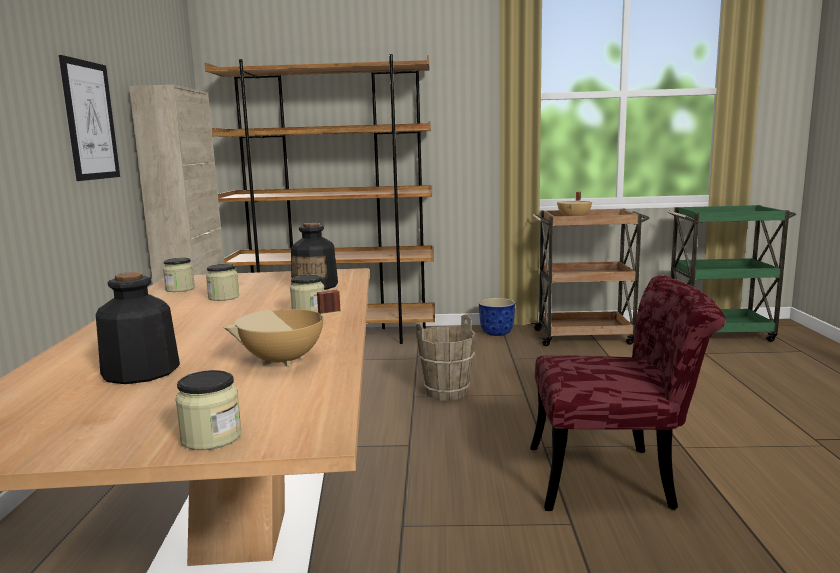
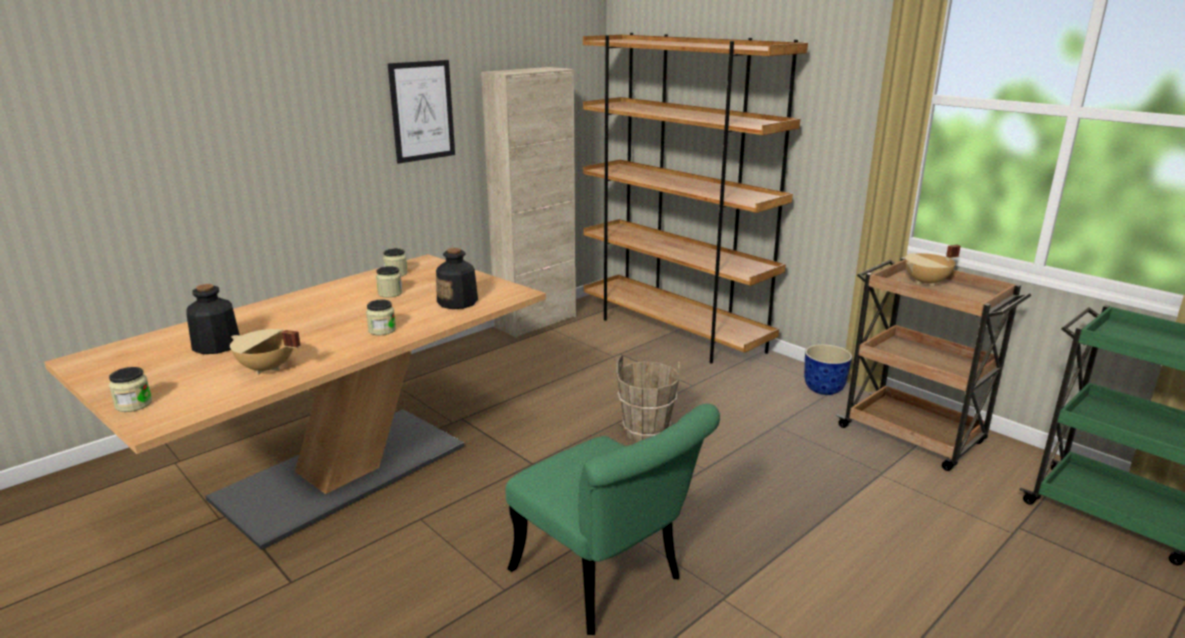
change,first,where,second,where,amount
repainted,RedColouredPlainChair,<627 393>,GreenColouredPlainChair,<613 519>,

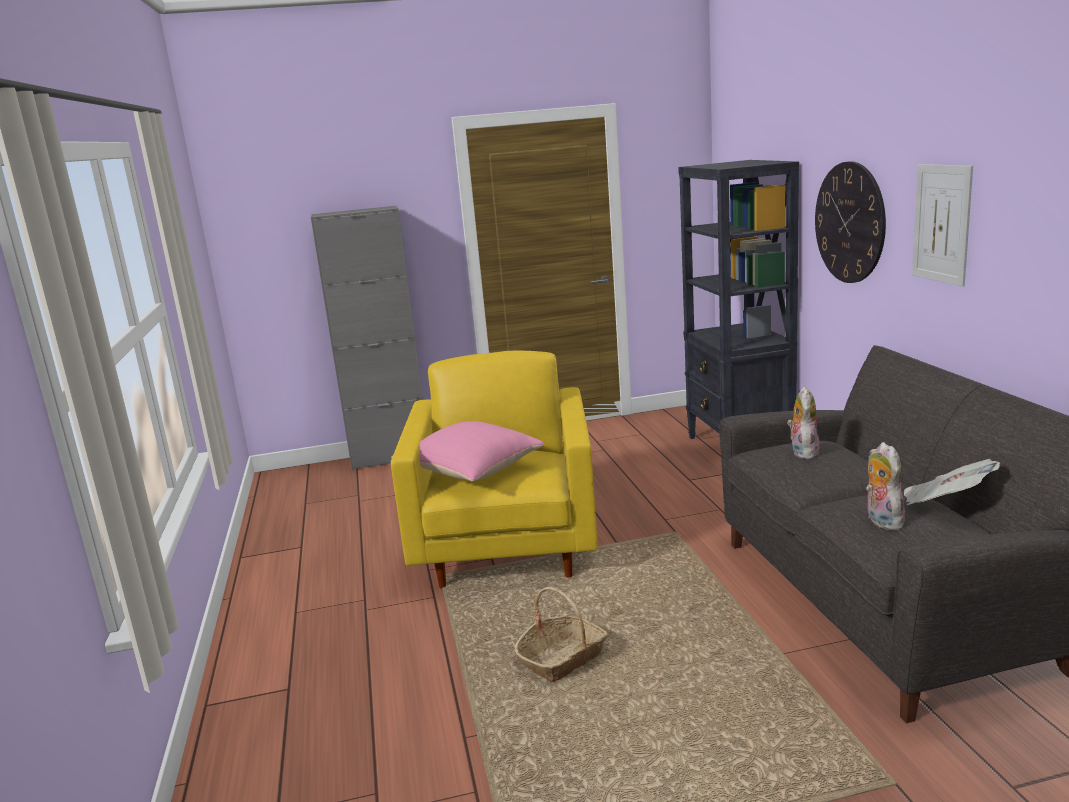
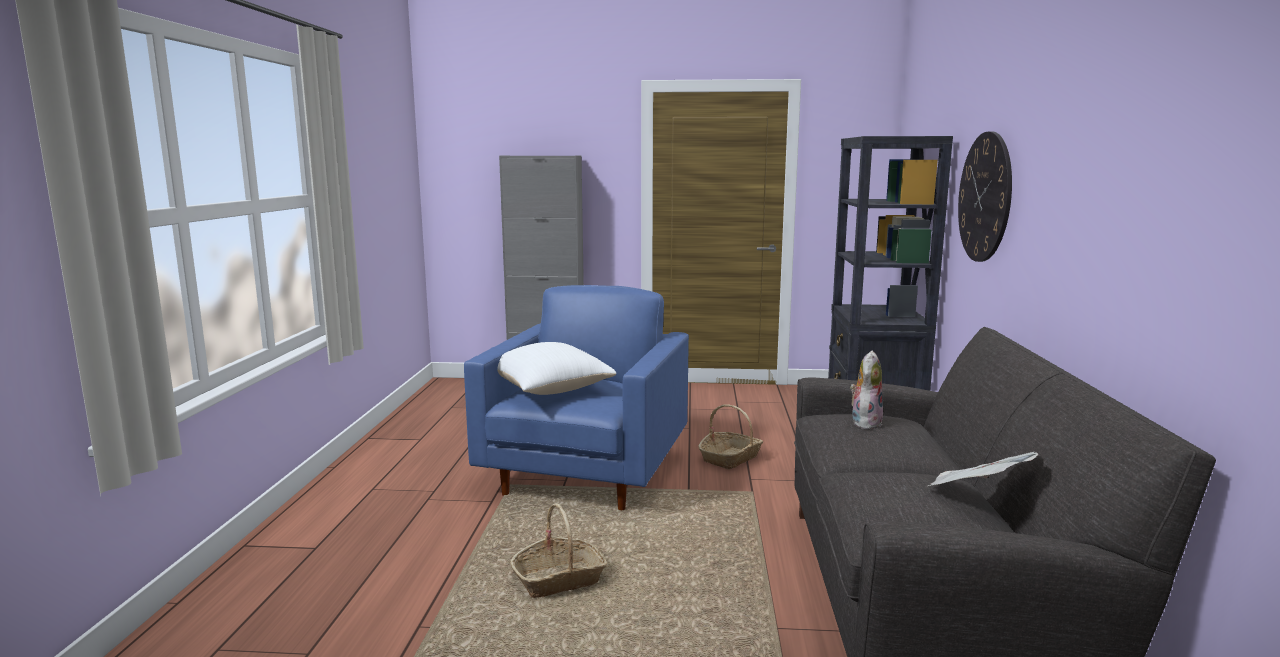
change,first,where,second,where,amount
gone,WallPicture,<942 225>,,,
repainted,YellowishEasyChair,<494 469>,BlueEasyChair,<576 397>,
repainted,PinkishPillow,<467 451>,WhitePillow,<556 368>,
gone,PlushToy,<886 486>,,,
new,,,StorageBasket,<730 436>,

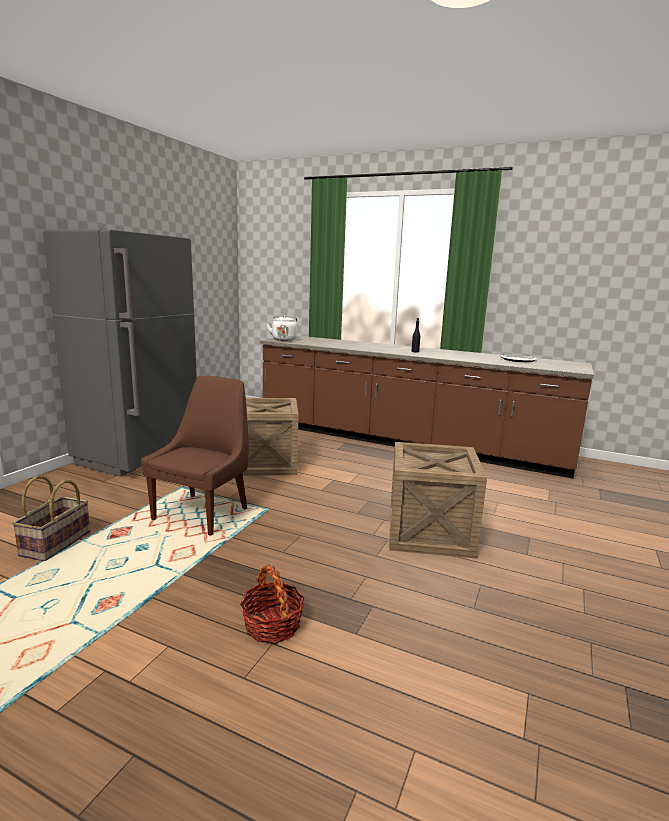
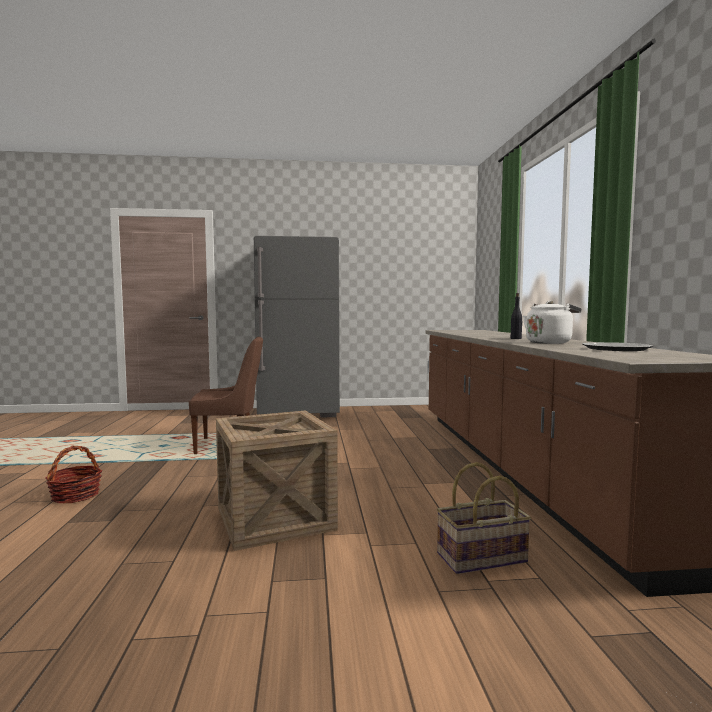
change,first,where,second,where,amount
shifted,WhiteTeaKettle,<282 328>,,<552 322>,
gone,PackingCrate,<270 437>,,,
shifted,StorageBasket,<51 518>,,<484 518>,

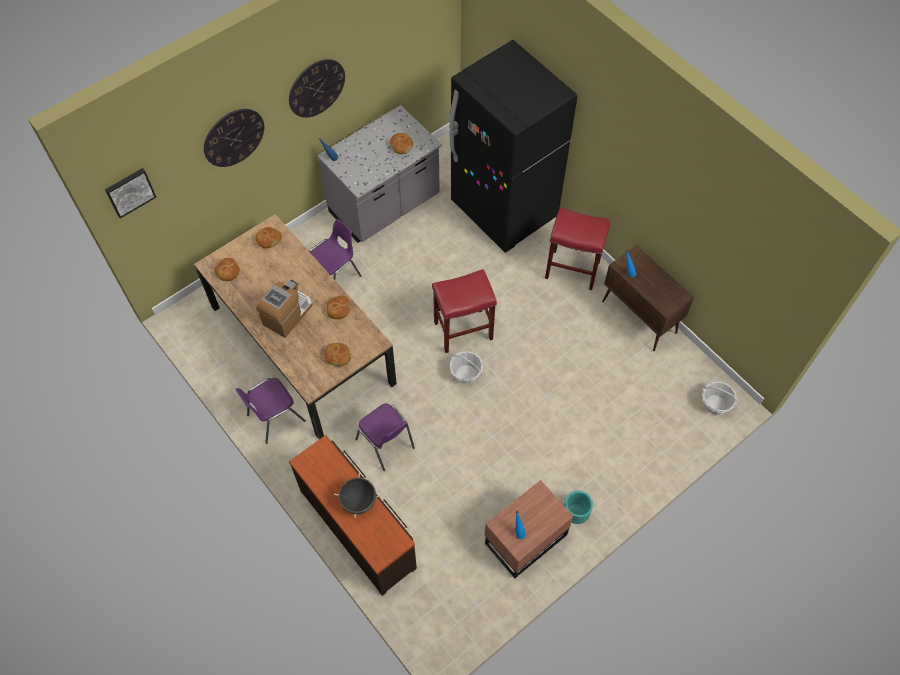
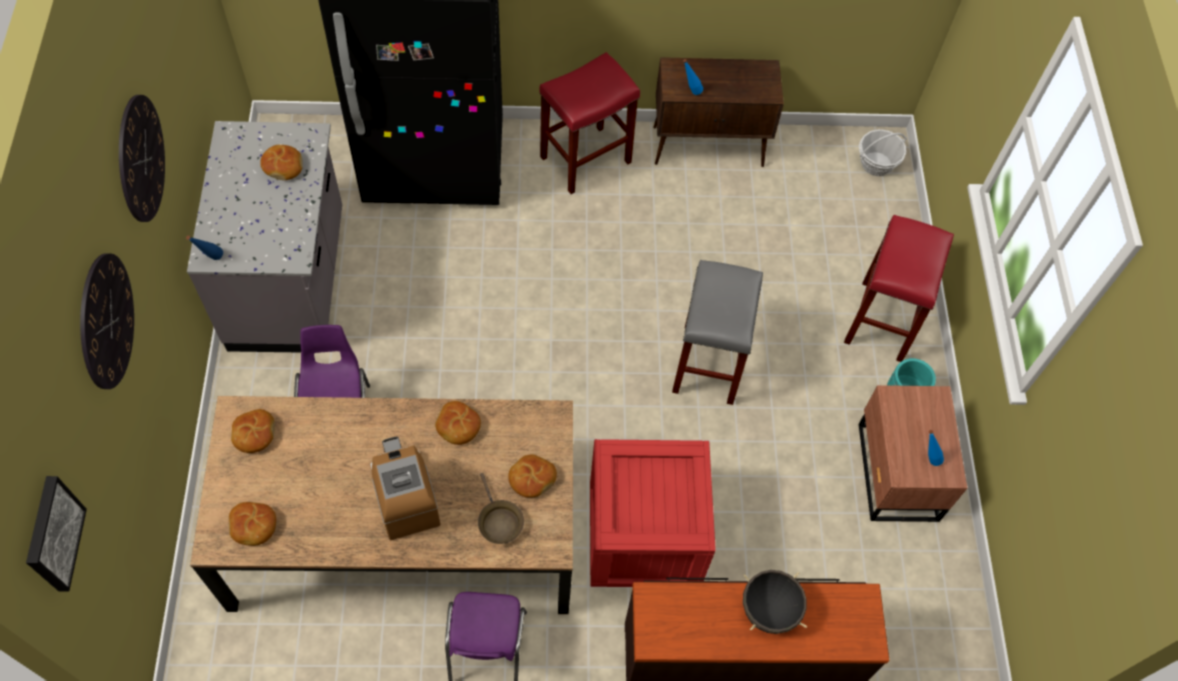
change,first,where,second,where,amount
shifted,RedColouredStool,<464 311>,,<899 288>,
gone,StorageBasket,<466 367>,,,
swapped,PurplePlainChair,<385 437>,PackingCrate,<653 513>,
new,,,GrayStool,<717 332>,
new,,,BrownSkillet,<501 508>,

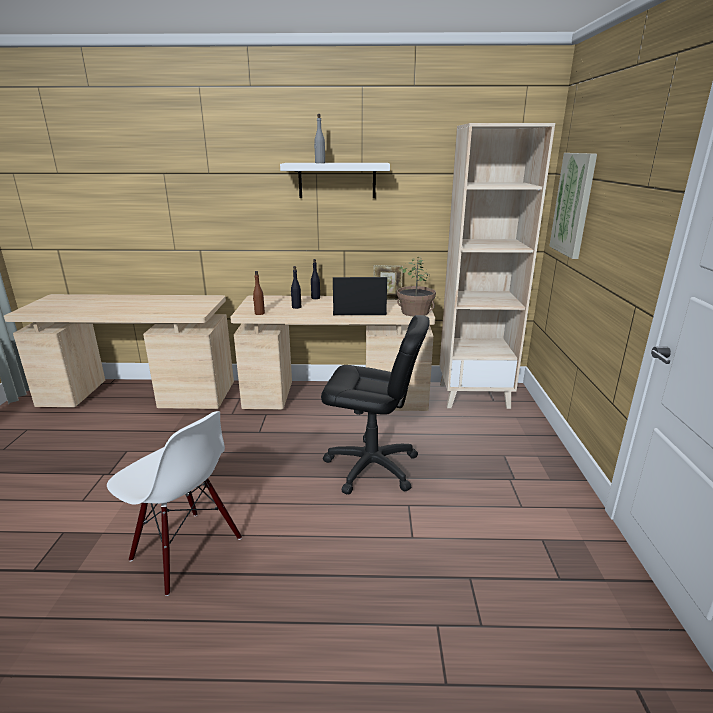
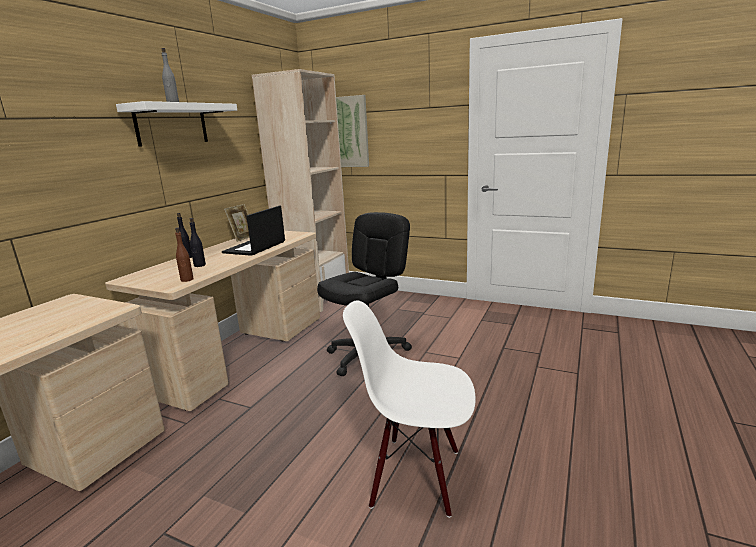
change,first,where,second,where,amount
gone,Houseplant,<416 286>,,,
rotated,WhitePlainChair,<174 503>,,<409 409>,135 degrees counterclockwise

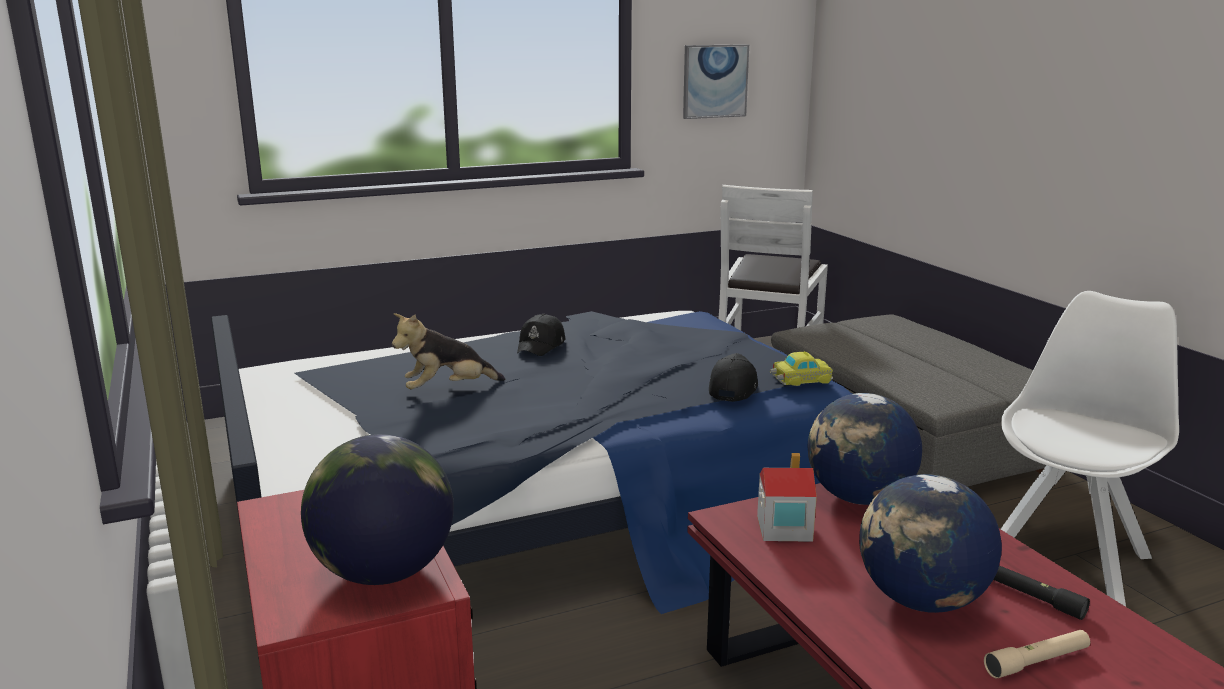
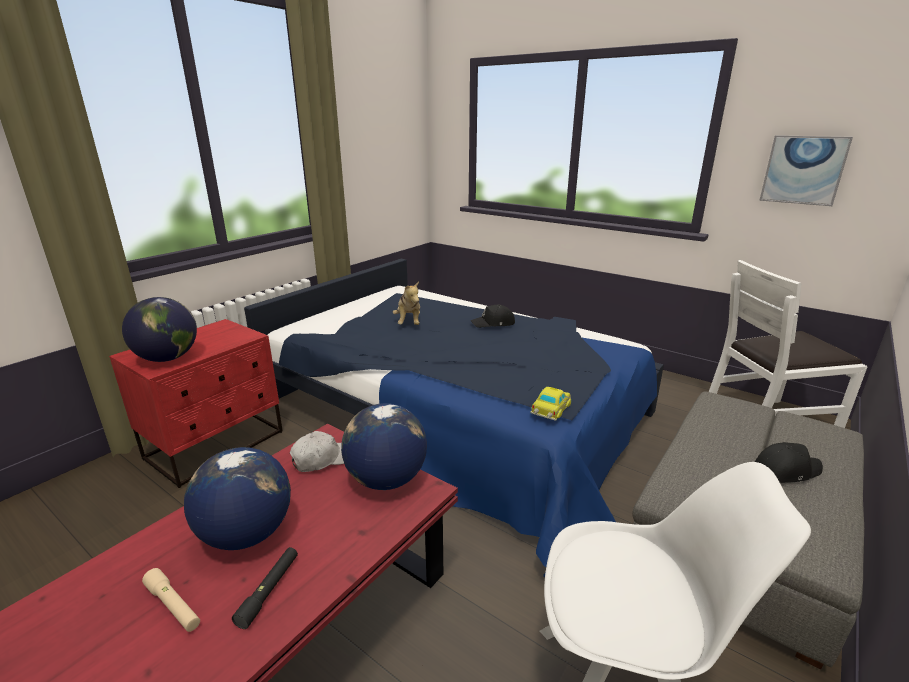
change,first,where,second,where,amount
rotated,PlushToy,<448 351>,,<406 303>,135 degrees counterclockwise
rotated,ModelCar,<801 368>,,<550 404>,105 degrees counterclockwise
shifted,BlackColouredBaseballCap,<733 377>,,<789 462>,
swapped,ToyHouse,<787 497>,WhiteBaseballCap,<317 451>,

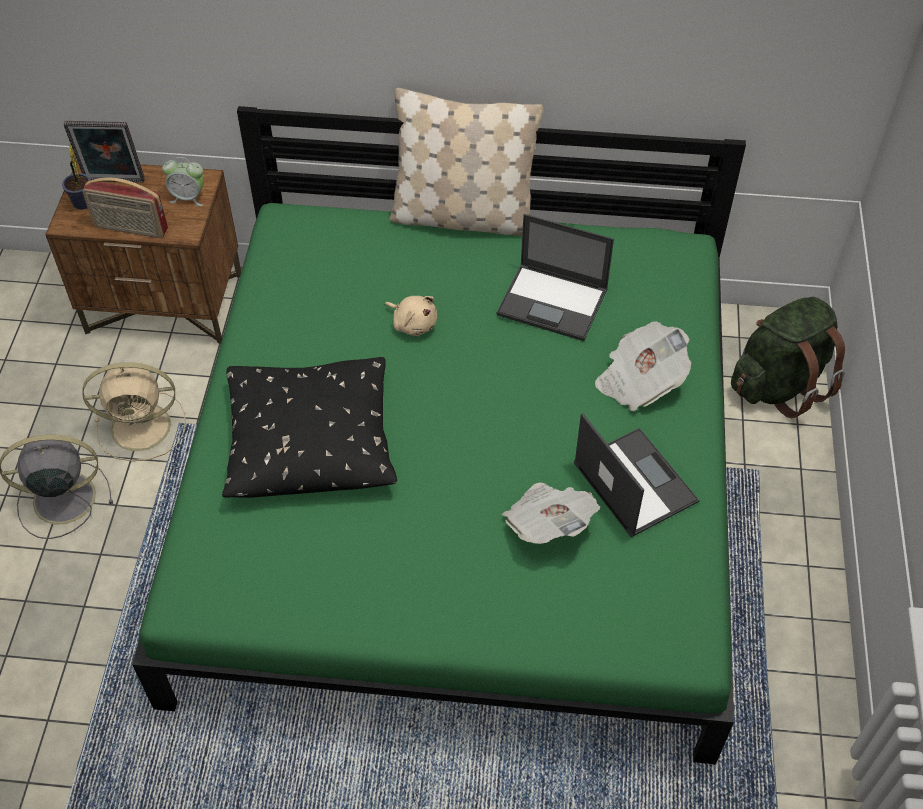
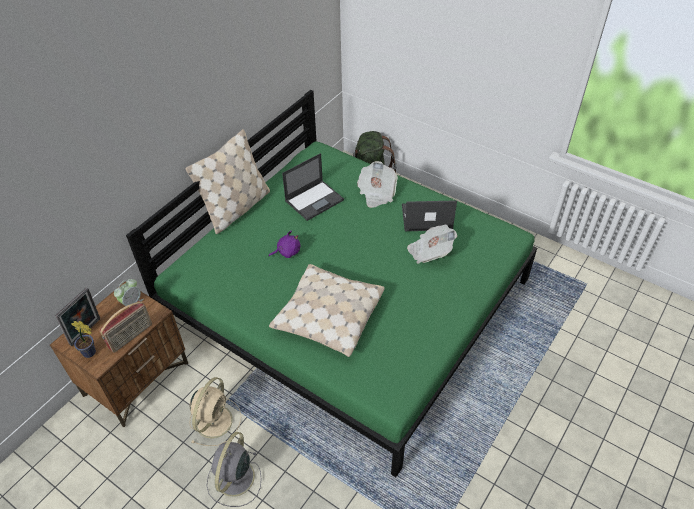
change,first,where,second,where,amount
repainted,SandColouredPlushToy,<411 316>,PurplePlushToy,<284 244>,
repainted,BlackColouredPillow,<309 427>,SandColouredPillow,<327 310>,

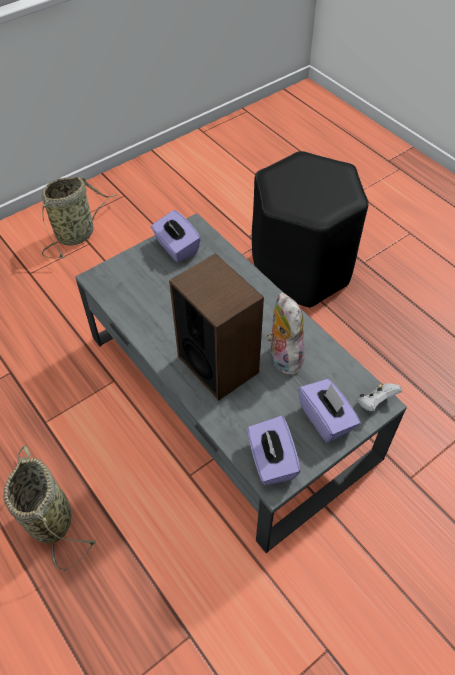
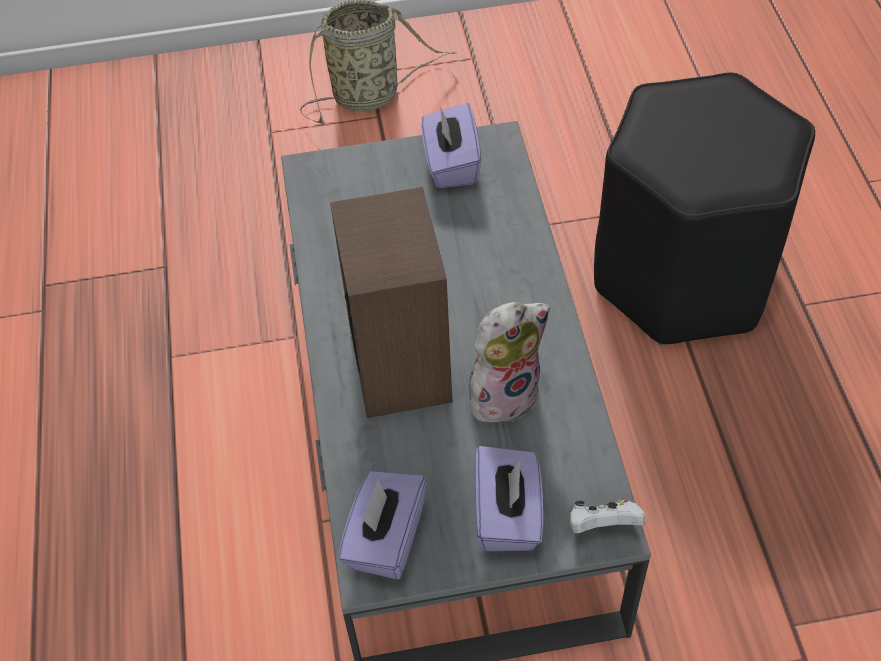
change,first,where,second,where,amount
rotated,PlushToy,<285 333>,,<509 363>,45 degrees clockwise
gone,StorageBasket,<50 508>,,,

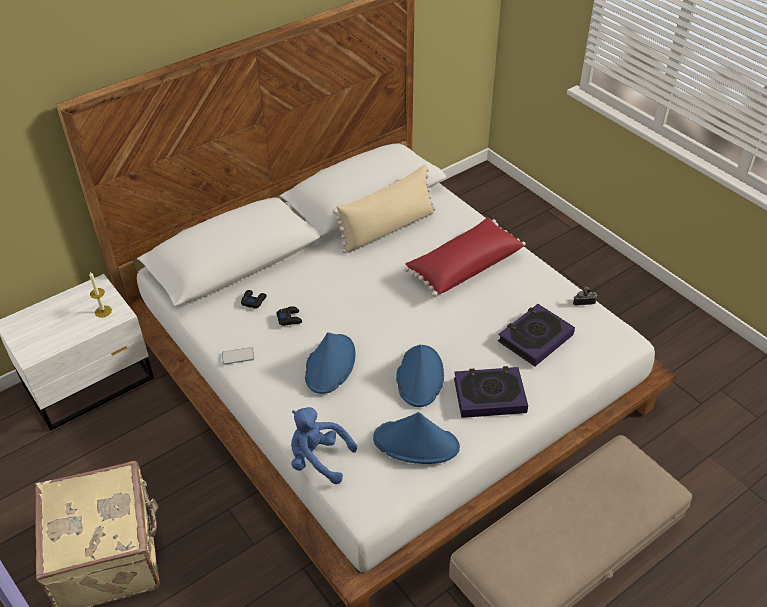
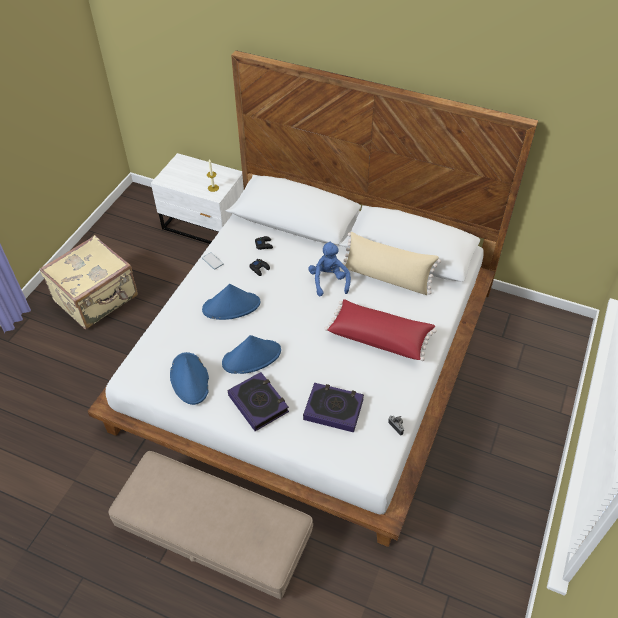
change,first,where,second,where,amount
shifted,BluePlushToy,<324 445>,,<329 268>,

